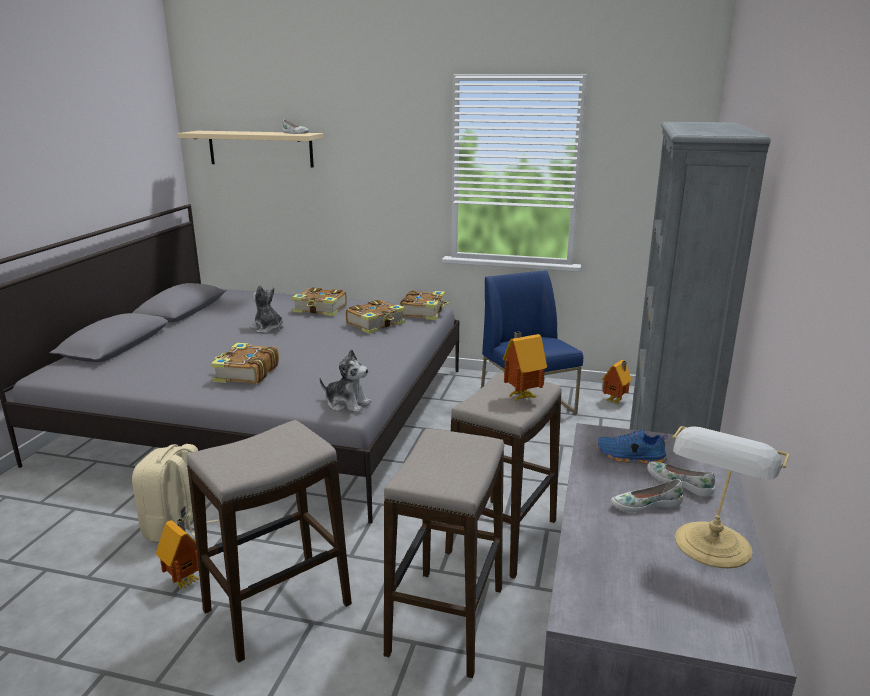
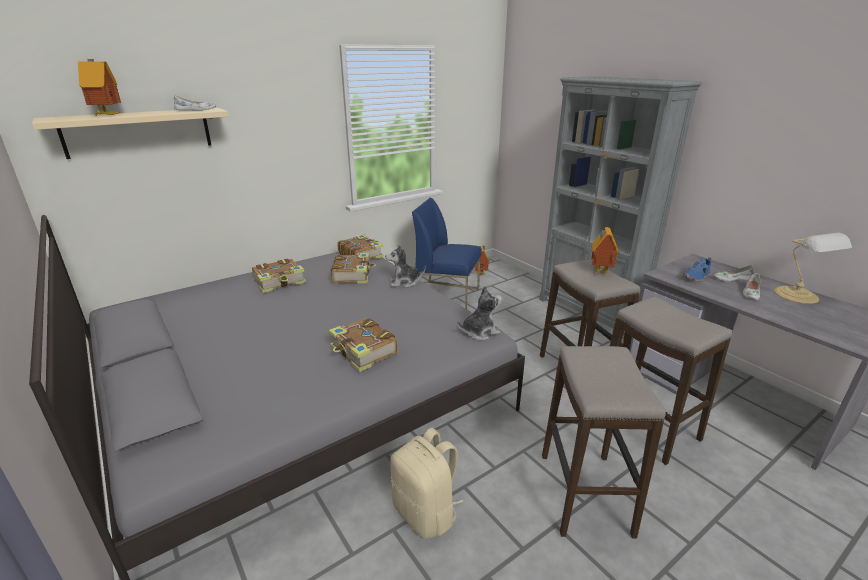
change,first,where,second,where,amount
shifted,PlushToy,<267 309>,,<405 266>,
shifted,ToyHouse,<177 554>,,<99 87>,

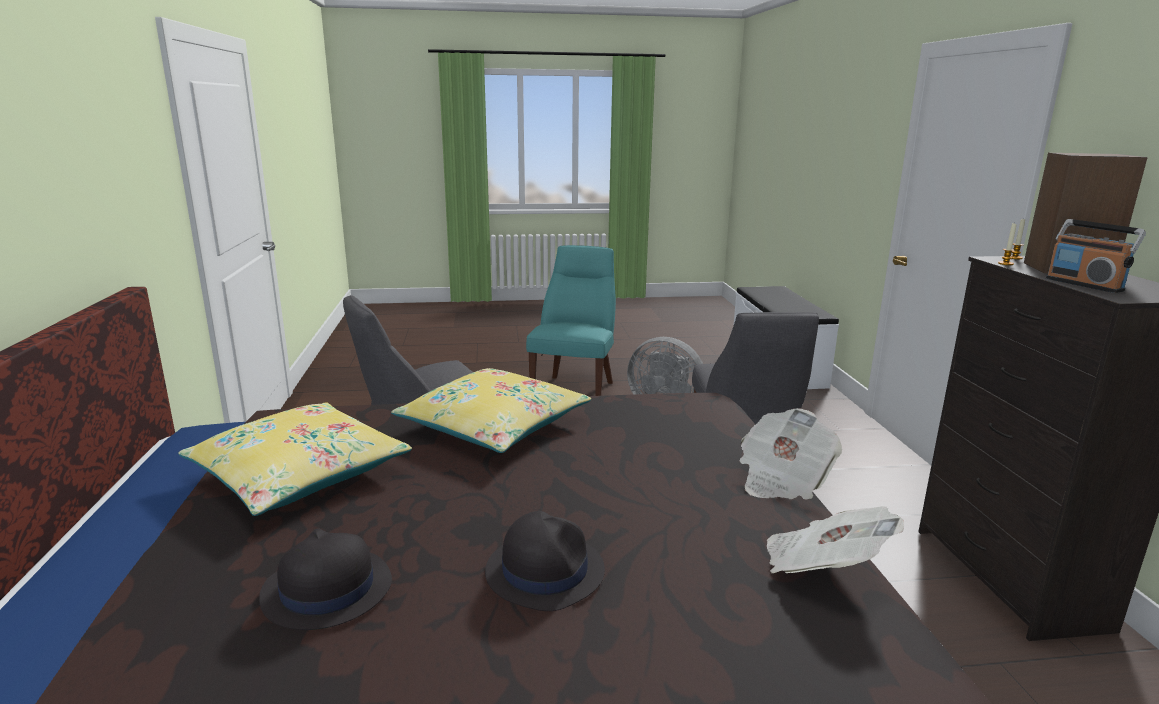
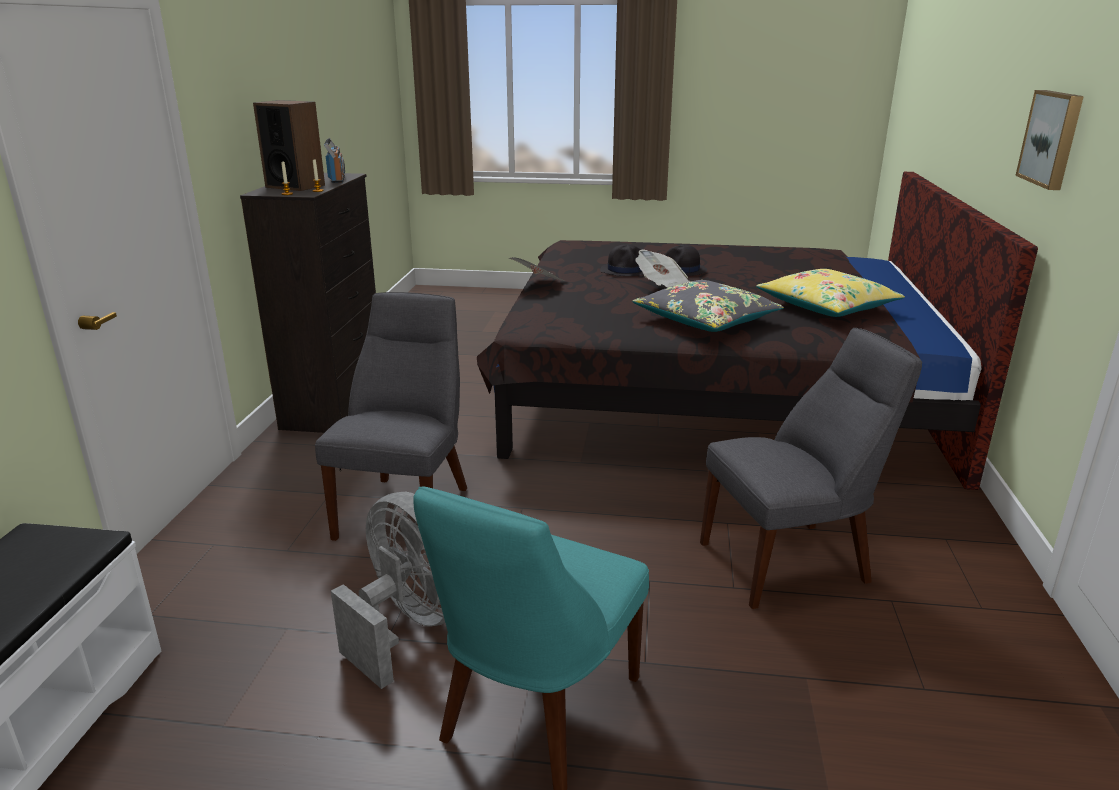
change,first,where,second,where,amount
repainted,YellowishPillow,<491 410>,GrayPillow,<708 306>,
shifted,PrintedPaper,<835 539>,,<663 269>,
shifted,BlackColouredWearableHat,<325 579>,,<622 260>,
new,,,WallPicture,<1049 140>,

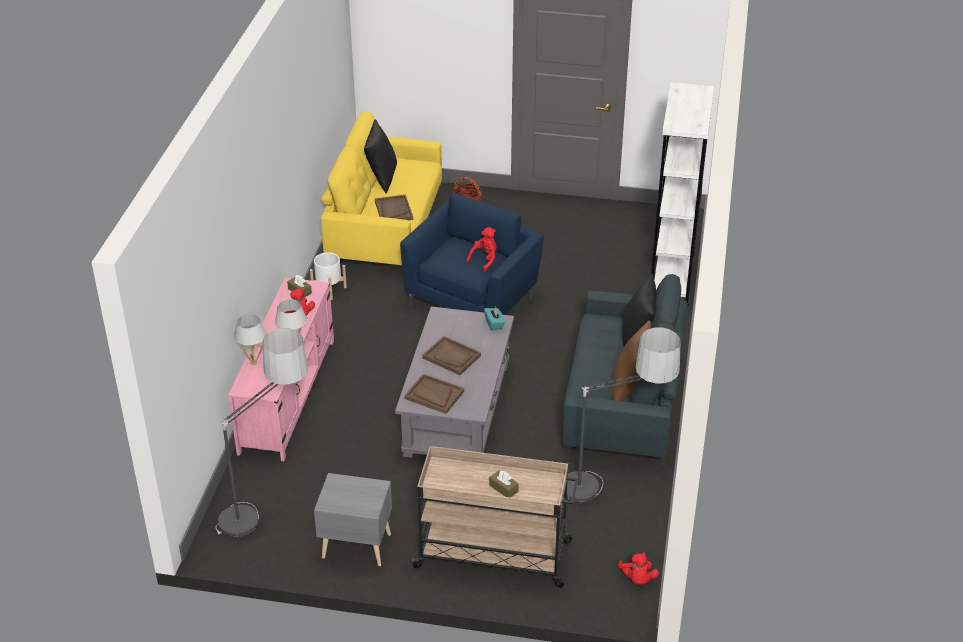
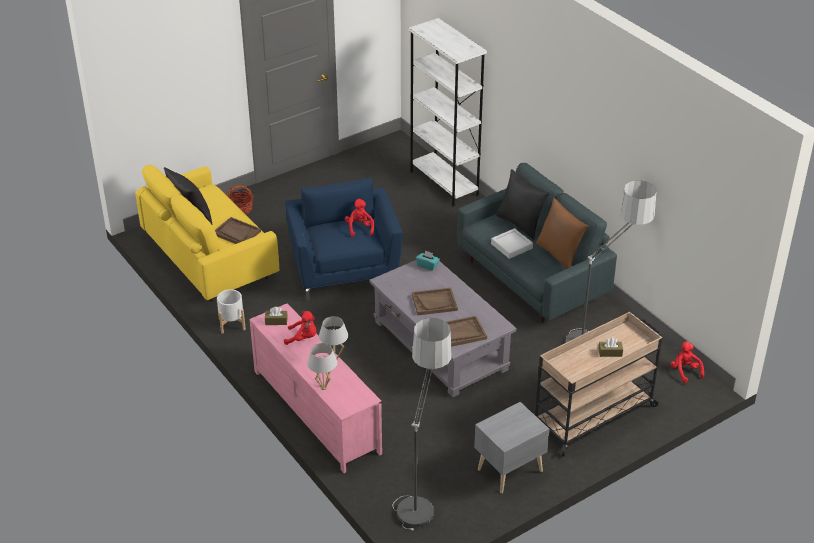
change,first,where,second,where,amount
rotated,RedColouredPlushToy,<638 568>,,<687 362>,150 degrees counterclockwise
new,,,GrayServingTray,<512 243>,

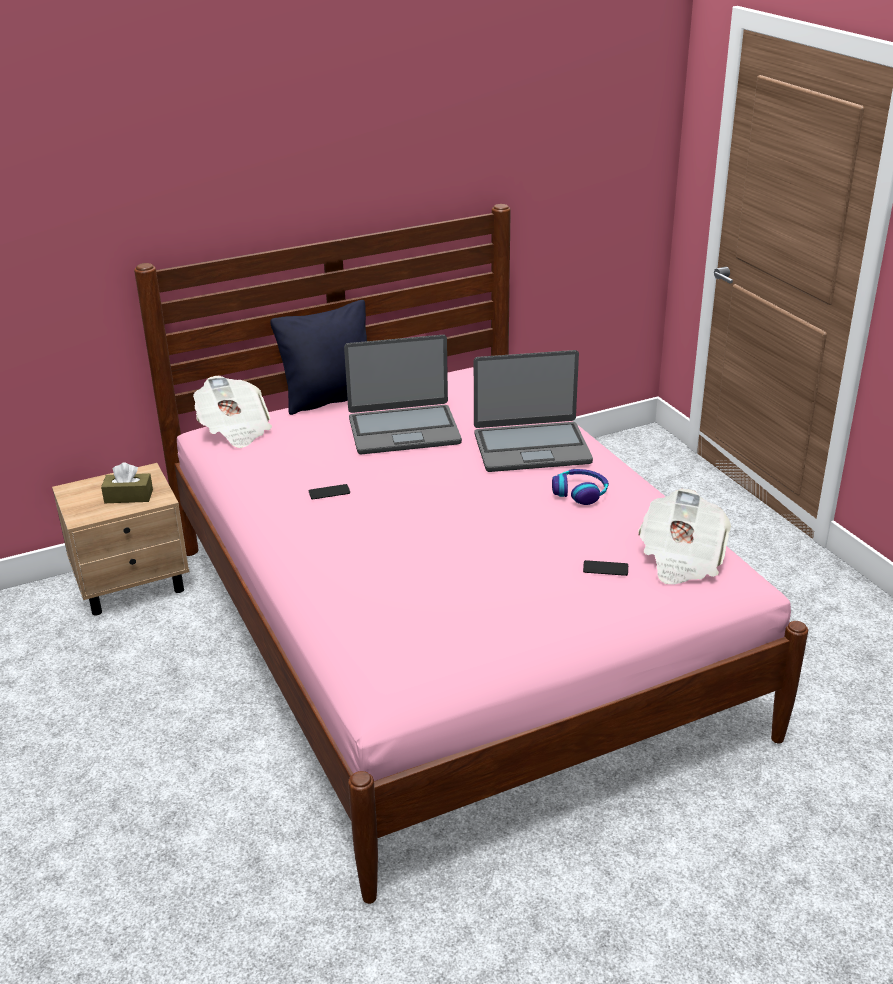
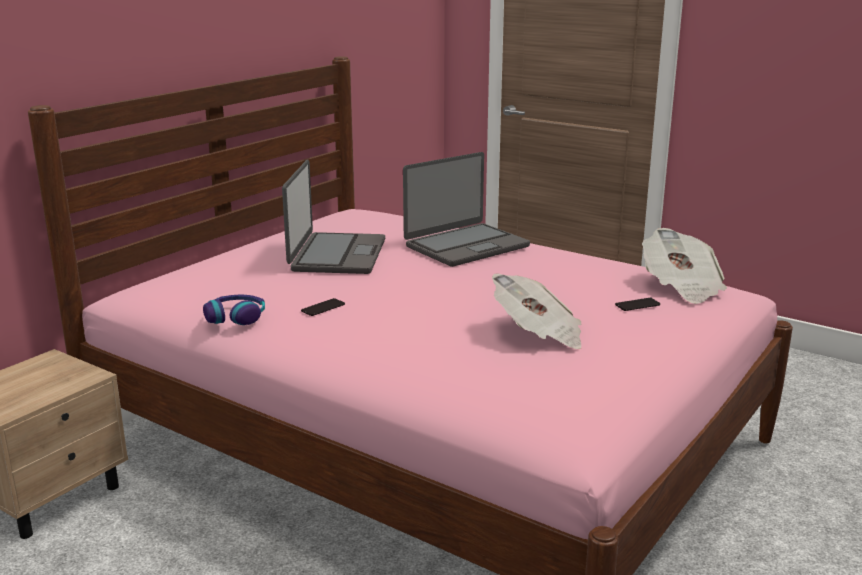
change,first,where,second,where,amount
gone,BlackColouredPillow,<318 357>,,,
rotated,PortableComputer,<403 394>,,<333 217>,45 degrees counterclockwise
shifted,PrintedPaper,<232 412>,,<537 311>,
gone,BrownBoxOfTissues,<127 483>,,,
shifted,Headphones,<580 487>,,<234 310>,

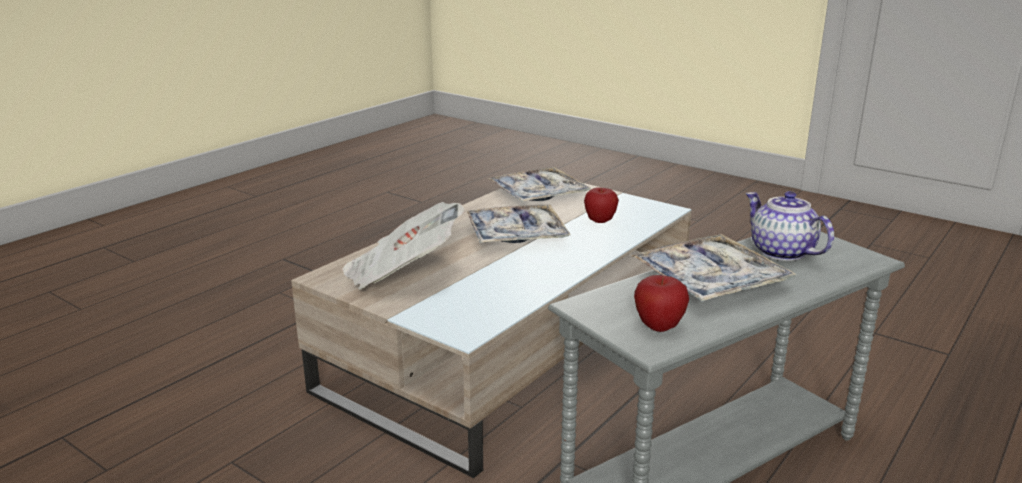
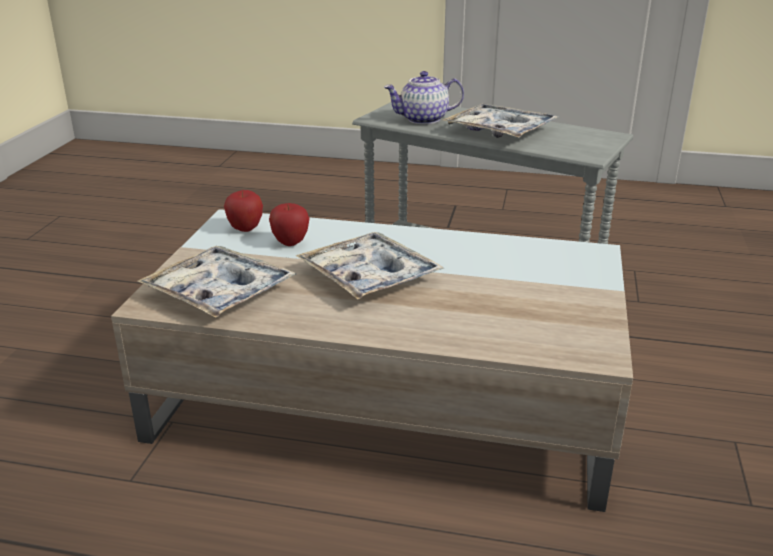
change,first,where,second,where,amount
rotated,TeaPot,<790 226>,,<424 97>,45 degrees clockwise
gone,PrintedPaper,<403 246>,,,
shifted,WholeApple,<661 303>,,<243 211>,

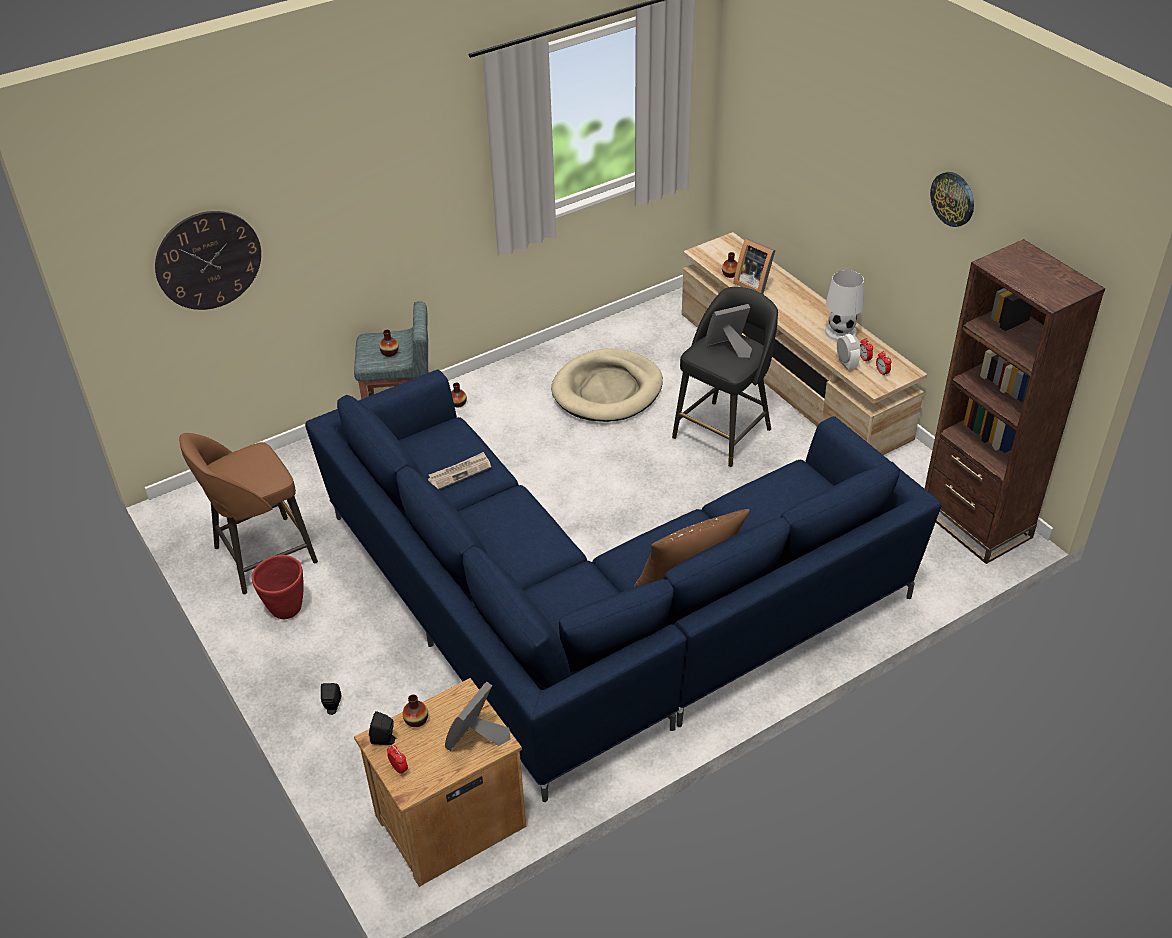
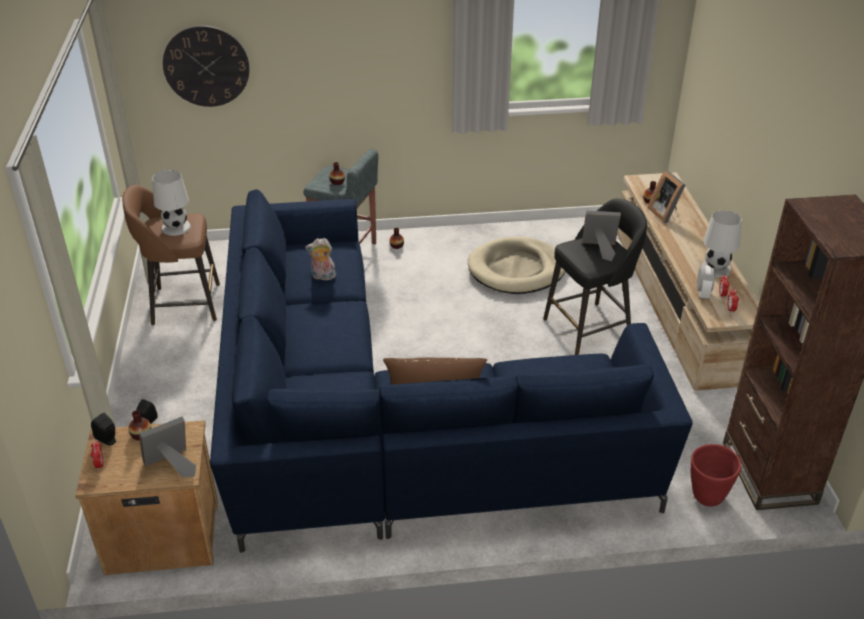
change,first,where,second,where,amount
gone,ClockOnTheWall,<952 199>,,,
swapped,PrintedPaper,<459 471>,PlushToy,<320 259>,
shifted,RedColouredPlanter,<278 587>,,<716 475>,
new,,,WhiteTabletopLamp,<171 203>,

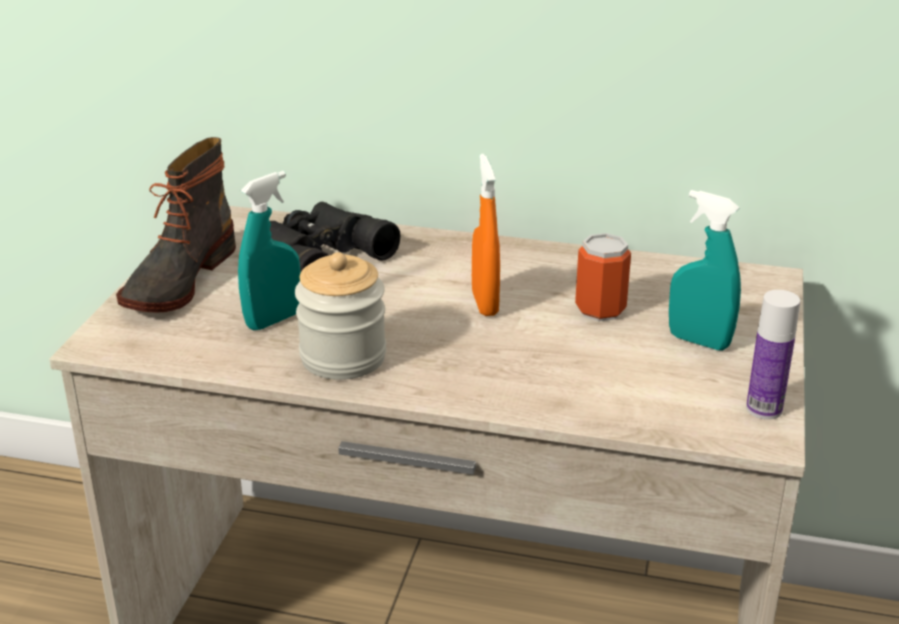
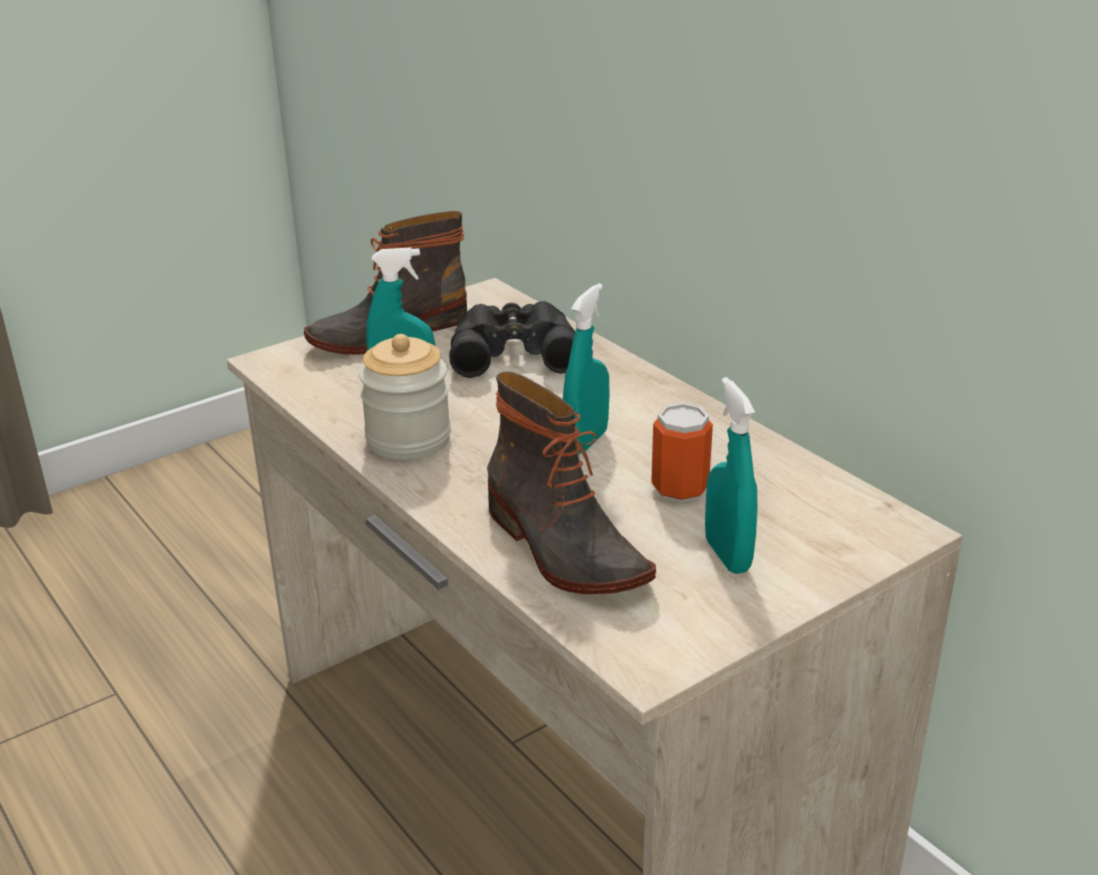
change,first,where,second,where,amount
repainted,OrangeySprayer,<486 235>,TurquoiseSprayer,<586 368>,
gone,DrinkBottle,<773 355>,,,
new,,,HighTopBoot,<571 482>,

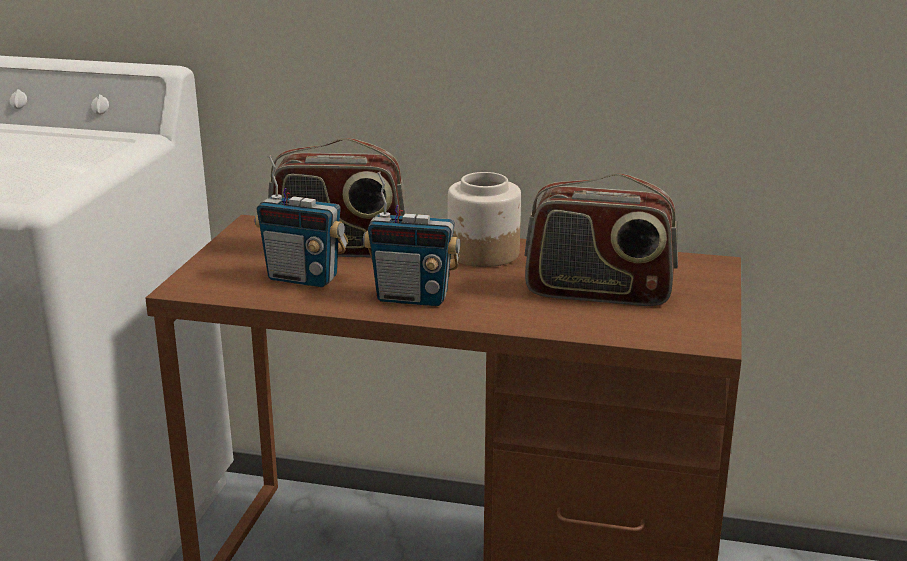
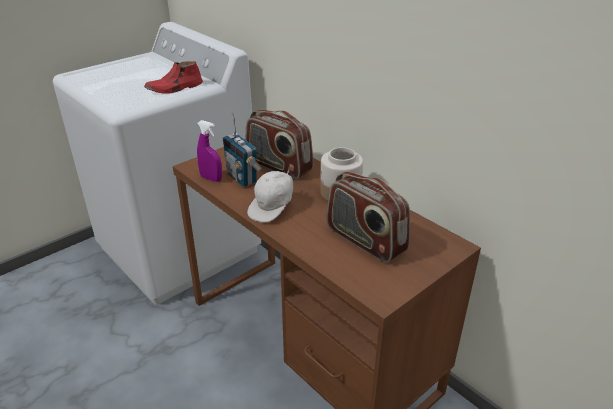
change,first,where,second,where,amount
swapped,Radio,<411 239>,WhiteBaseballCap,<270 194>,
new,,,RedColouredItemOfFootwear,<173 77>,
new,,,PurpleSprayer,<209 151>,

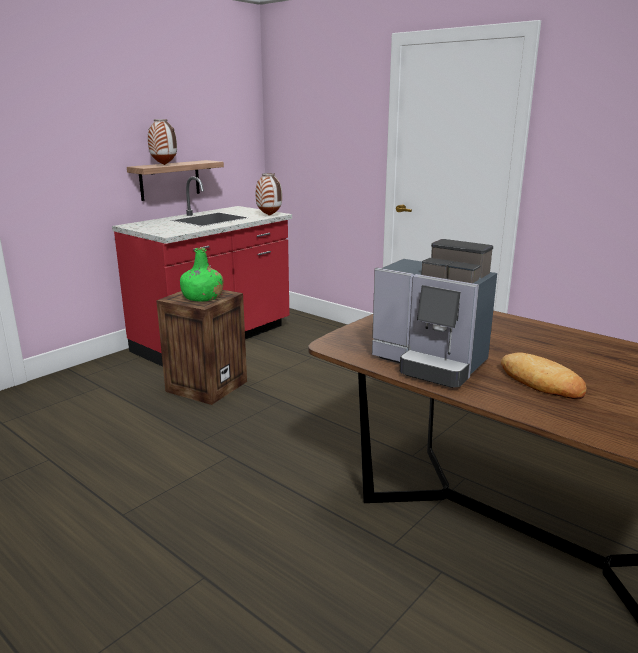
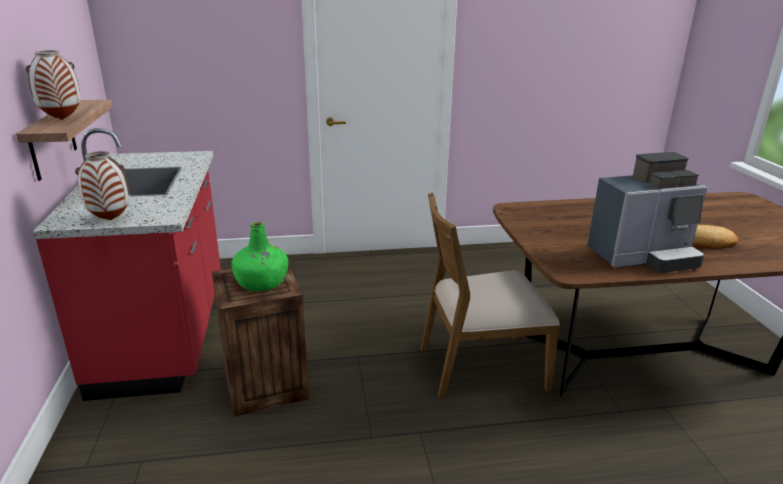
change,first,where,second,where,amount
shifted,Vase,<269 194>,,<102 185>,
new,,,BrownPlainChair,<490 296>,

